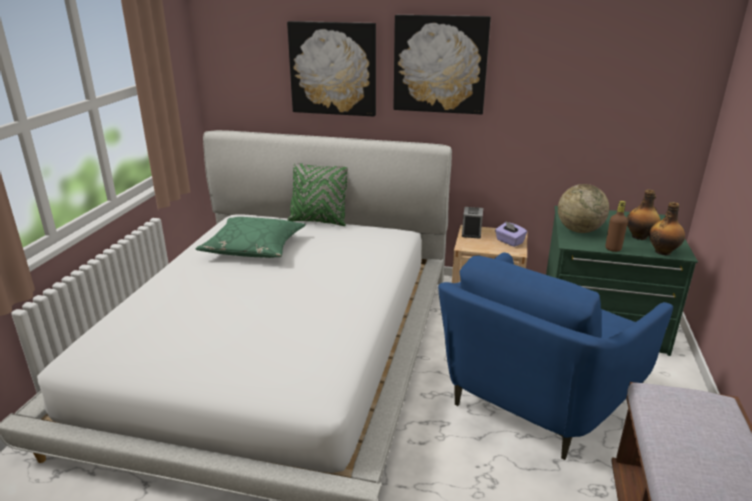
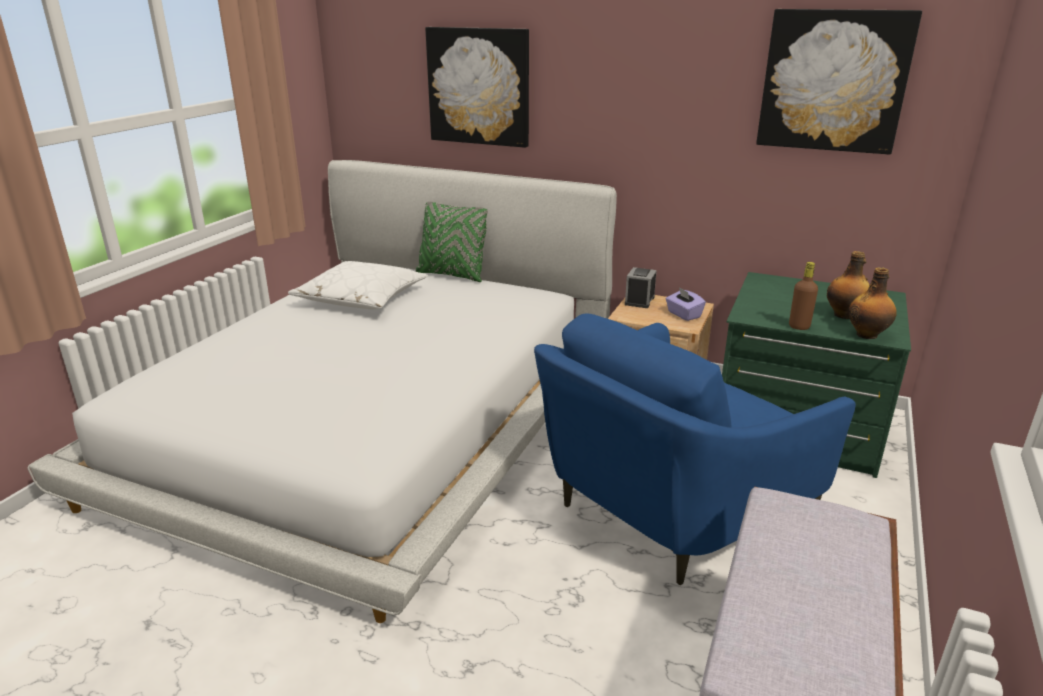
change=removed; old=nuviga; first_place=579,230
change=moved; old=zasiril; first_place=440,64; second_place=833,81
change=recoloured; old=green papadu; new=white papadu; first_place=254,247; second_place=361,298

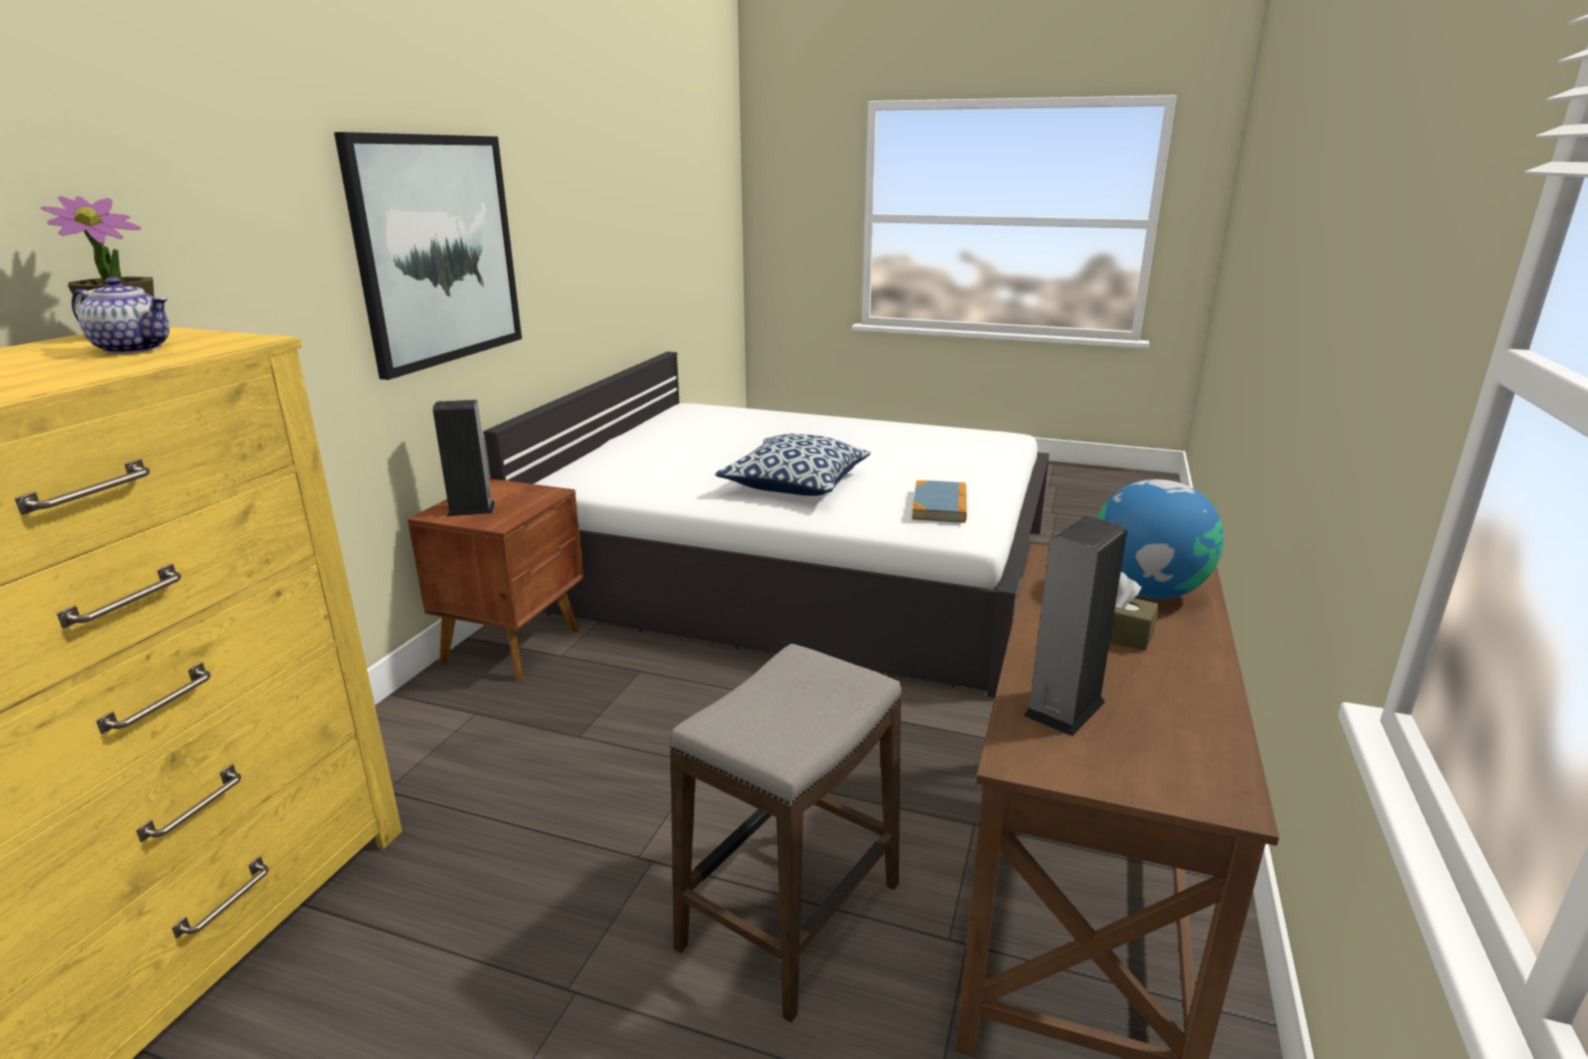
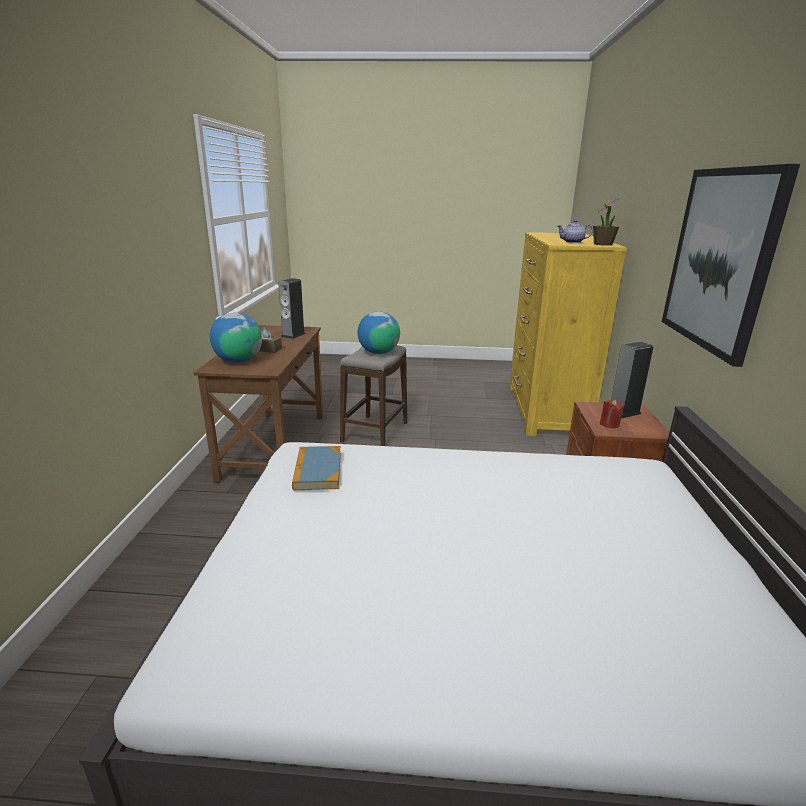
change=removed; old=papadu; first_place=795,484
change=added; new=nuviga; second_place=378,352
change=added; new=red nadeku; second_place=609,424

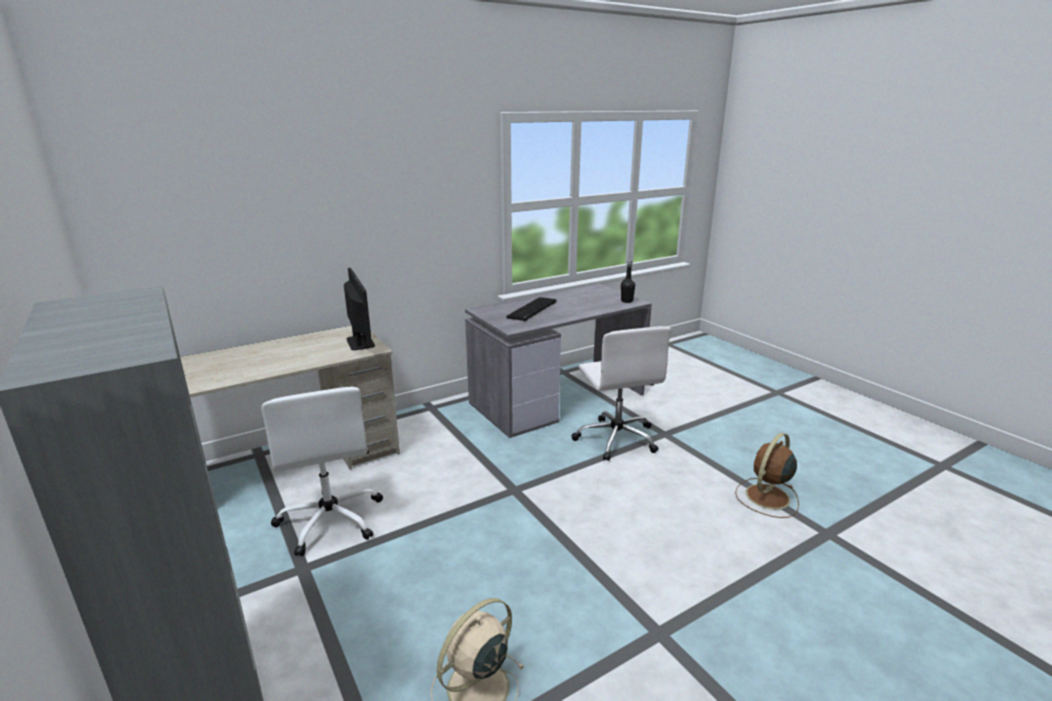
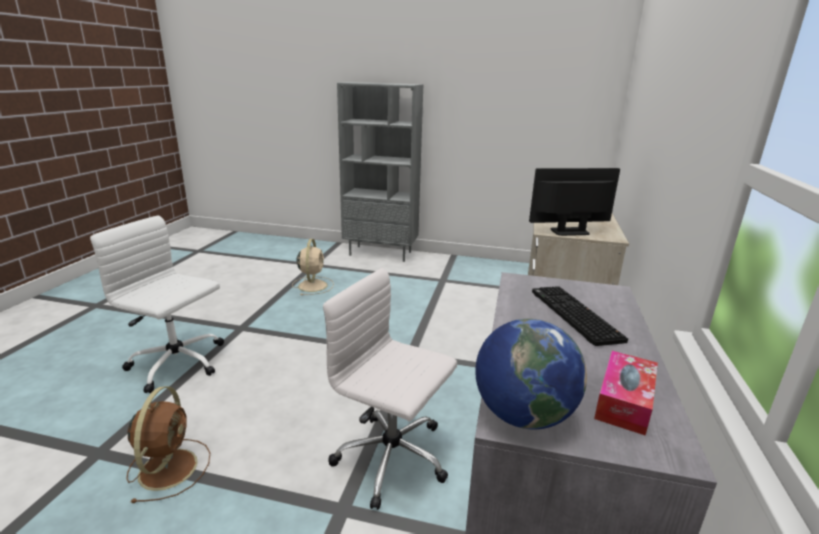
change=added; new=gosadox; second_place=624,401
change=moved; old=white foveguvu; first_place=331,520; second_place=178,364
change=replaced; old=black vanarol; new=nuviga; first_place=626,301; second_place=523,415
change=turned; old=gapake; first_place=360,342; second_place=569,231; degrees=150

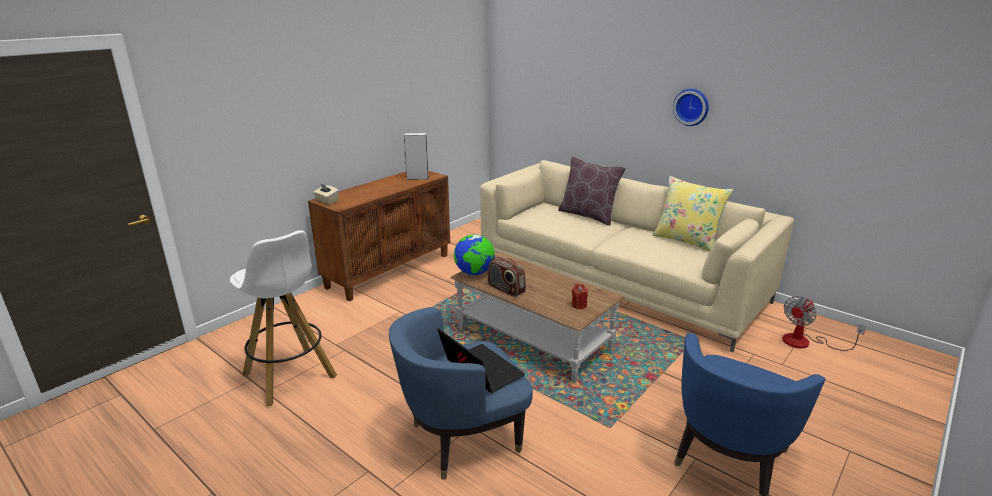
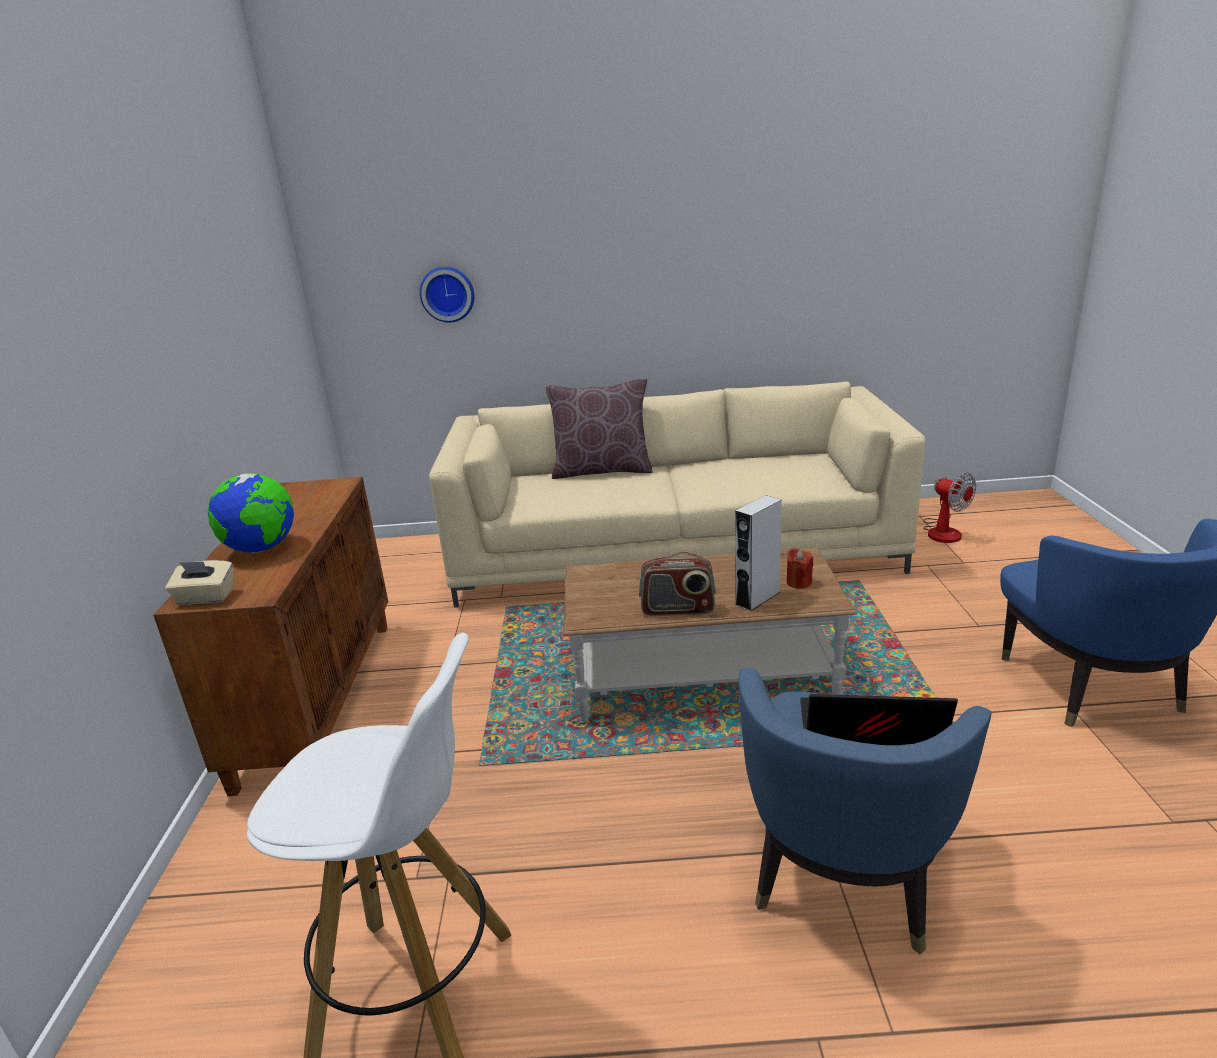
change=removed; old=yellow papadu; first_place=686,240
change=moved; old=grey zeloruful; first_place=417,178; second_place=757,598
change=moved; old=nuviga; first_place=474,273; second_place=261,549
change=moved; old=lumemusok; first_place=691,107; second_place=447,294
change=turned; old=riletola; first_place=805,342; second_place=943,530; degrees=-45

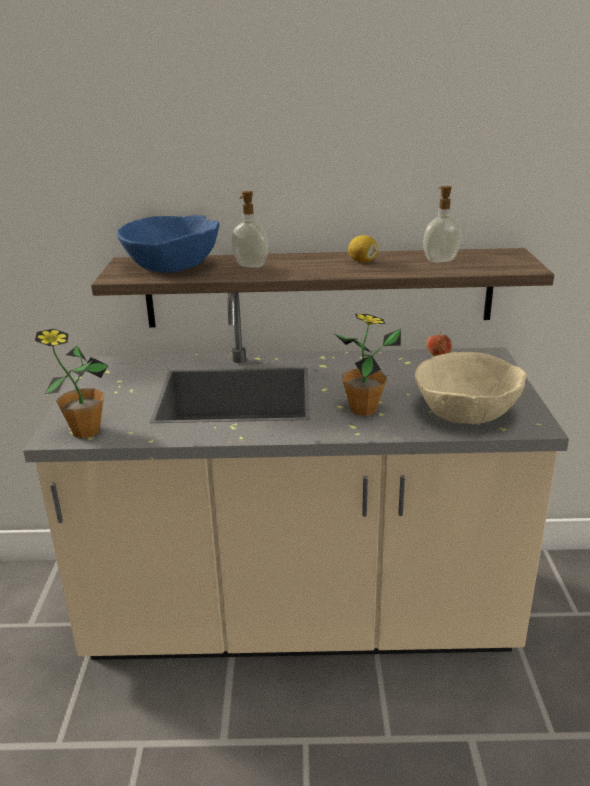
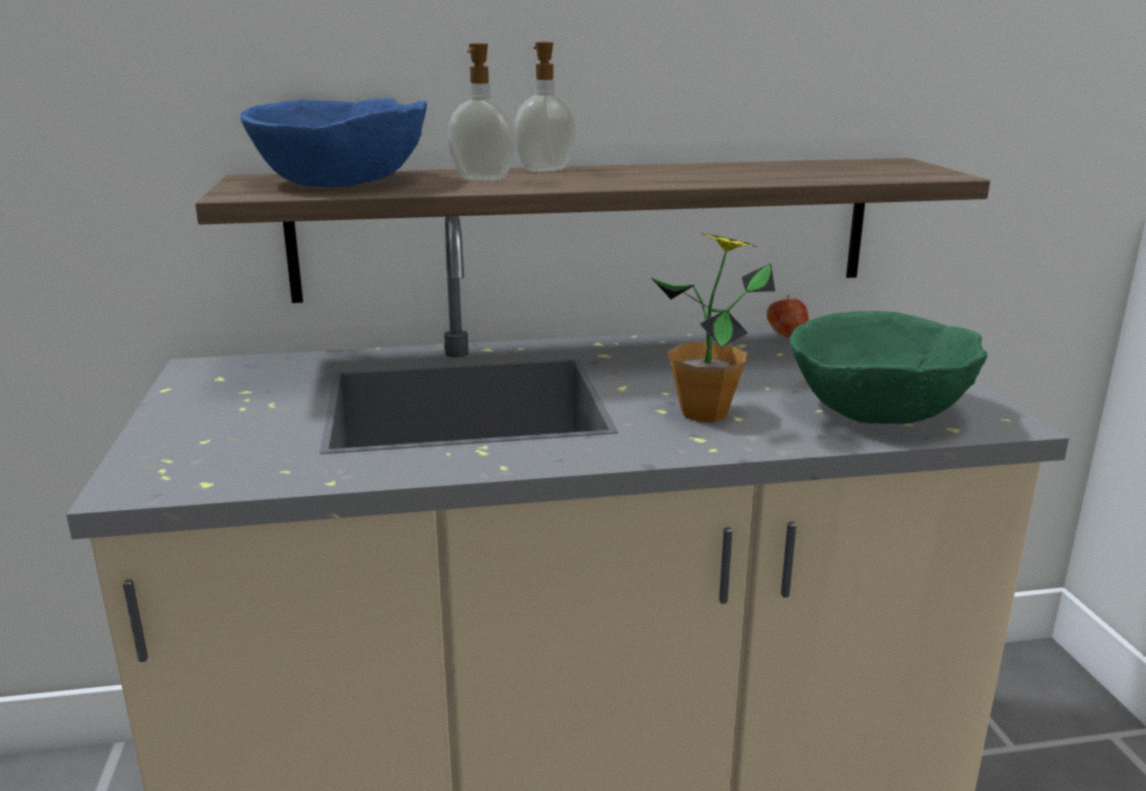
change=removed; old=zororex; first_place=86,431
change=removed; old=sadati; first_place=362,261
change=moved; old=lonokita; first_place=440,260; second_place=544,169
change=recoloured; old=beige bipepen; new=green bipepen; first_place=465,412; second_place=877,409

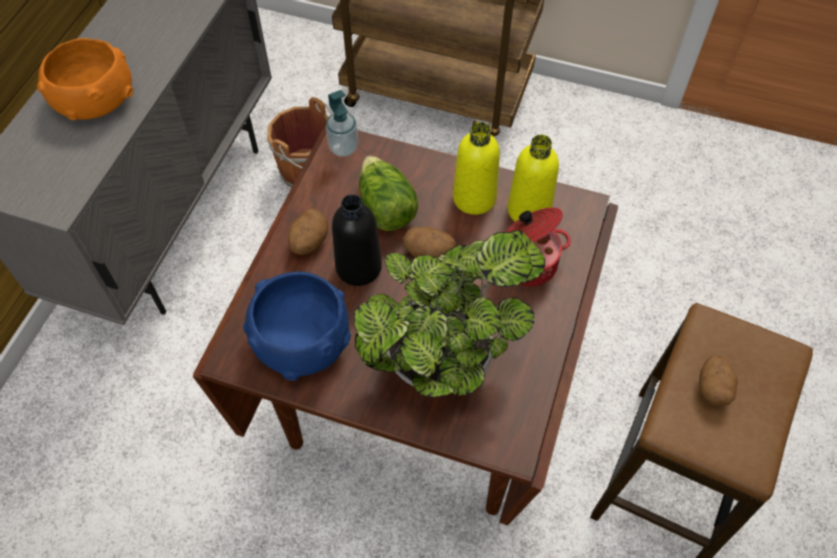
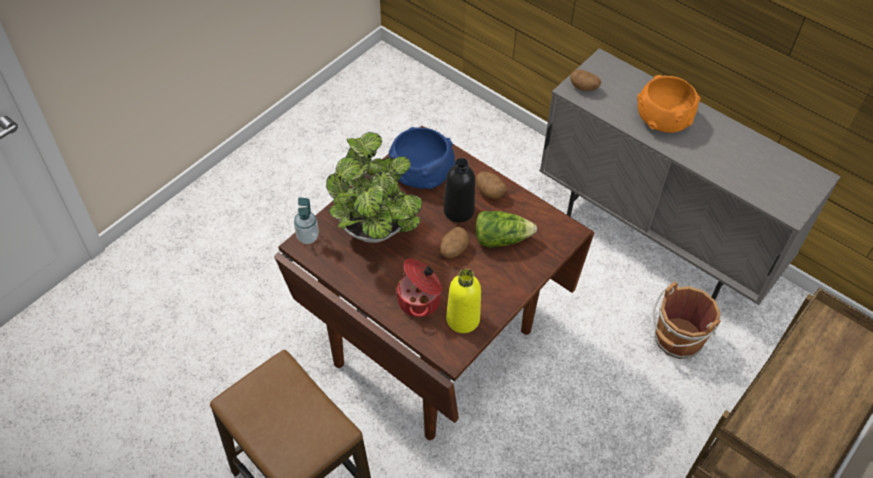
change=removed; old=yellow vanarol; first_place=474,198
change=moved; old=lonokita; first_place=343,148; second_place=307,237
change=moved; old=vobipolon; first_place=713,388; second_place=584,87

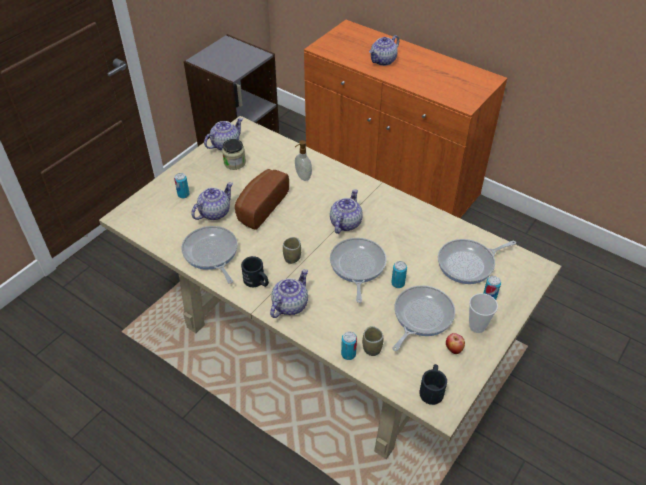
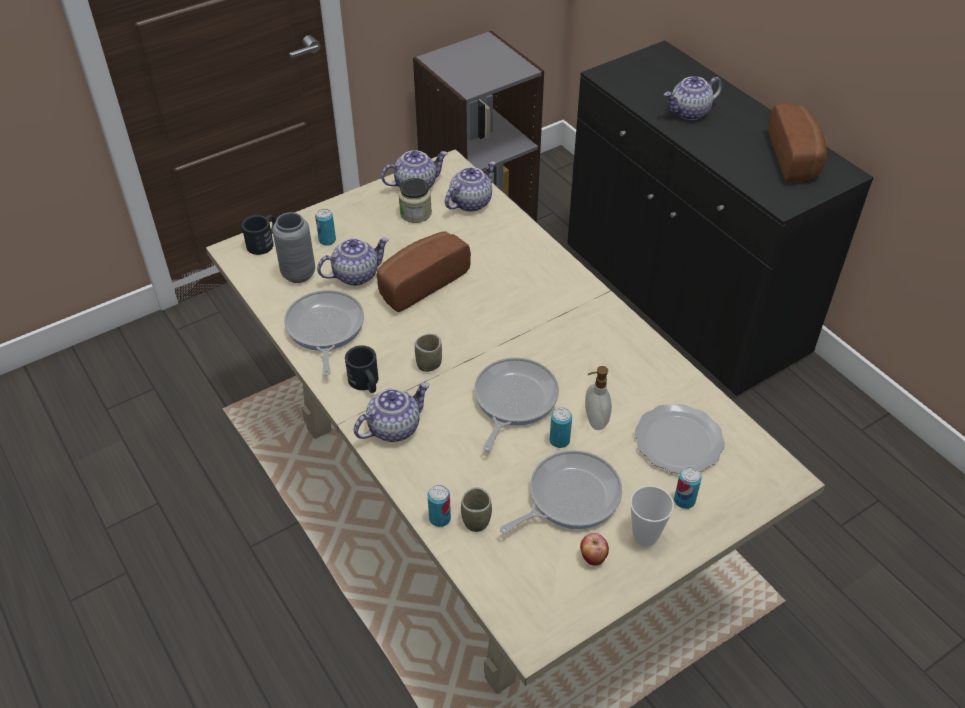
change=added; new=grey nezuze; second_place=298,274
change=added; new=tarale; second_place=796,157
change=moved; old=lonokita; first_place=302,177; second_place=594,420
change=moved; old=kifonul; first_place=345,223; second_place=470,202
change=moved; old=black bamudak; first_place=432,389; second_place=264,242
change=replaced; old=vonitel; new=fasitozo; first_place=469,264; second_place=679,442
change=recoloured; old=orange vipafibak; new=black vipafibak; first_place=391,181; second_place=683,298

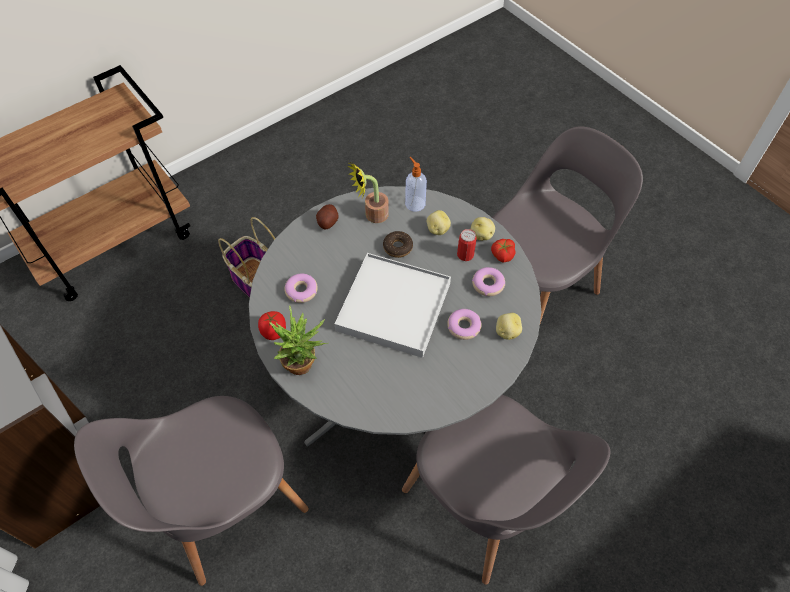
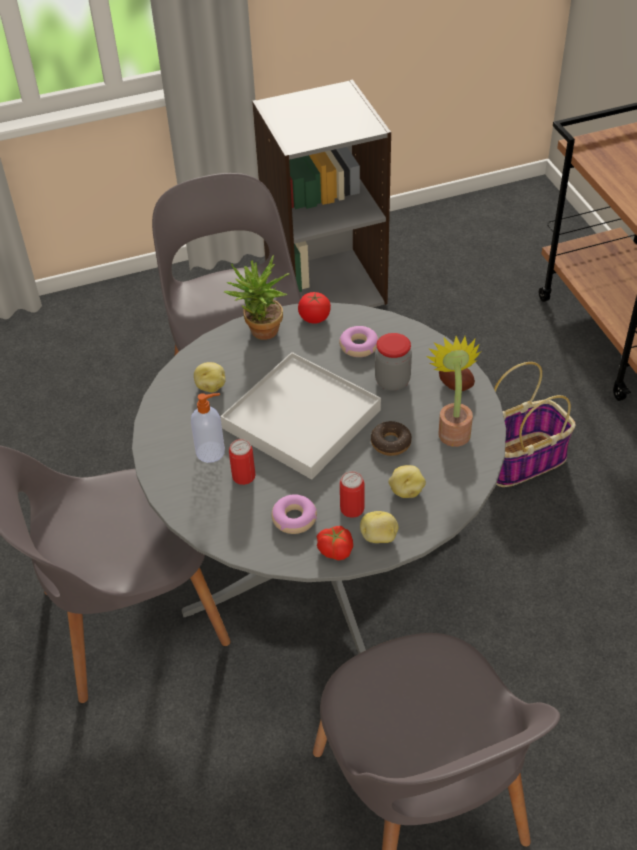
change=added; new=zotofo; second_place=392,381
change=moved; old=lonokita; first_place=414,203; second_place=211,452
change=moved; old=vobipolon; first_place=507,332; second_place=211,386
change=replaced; old=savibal; new=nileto; first_place=464,327; second_place=243,476

